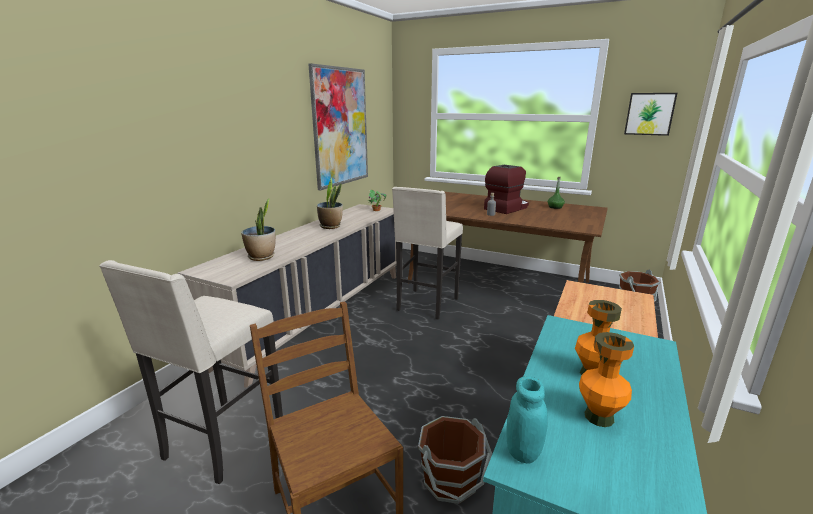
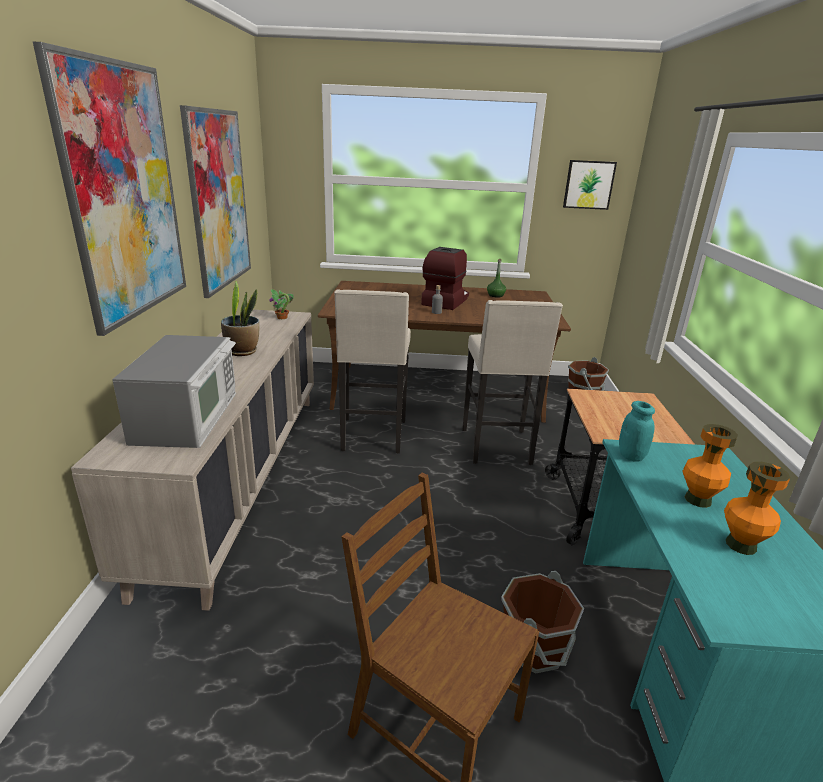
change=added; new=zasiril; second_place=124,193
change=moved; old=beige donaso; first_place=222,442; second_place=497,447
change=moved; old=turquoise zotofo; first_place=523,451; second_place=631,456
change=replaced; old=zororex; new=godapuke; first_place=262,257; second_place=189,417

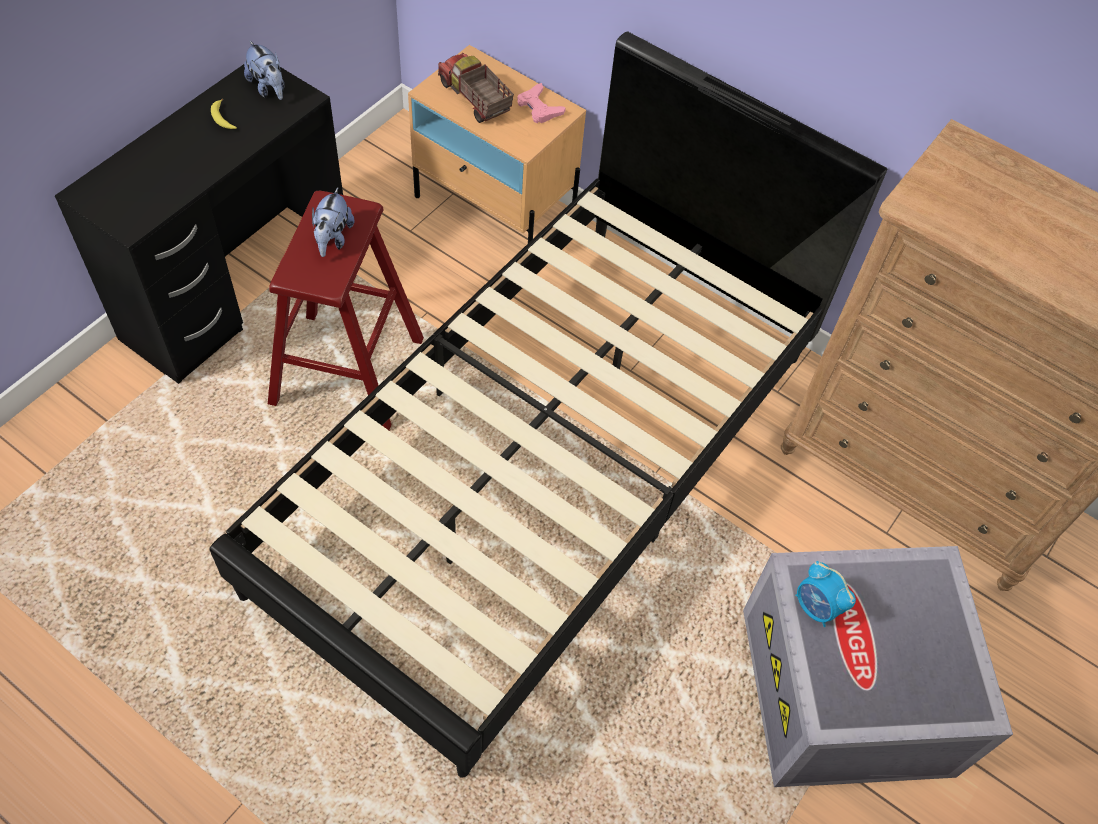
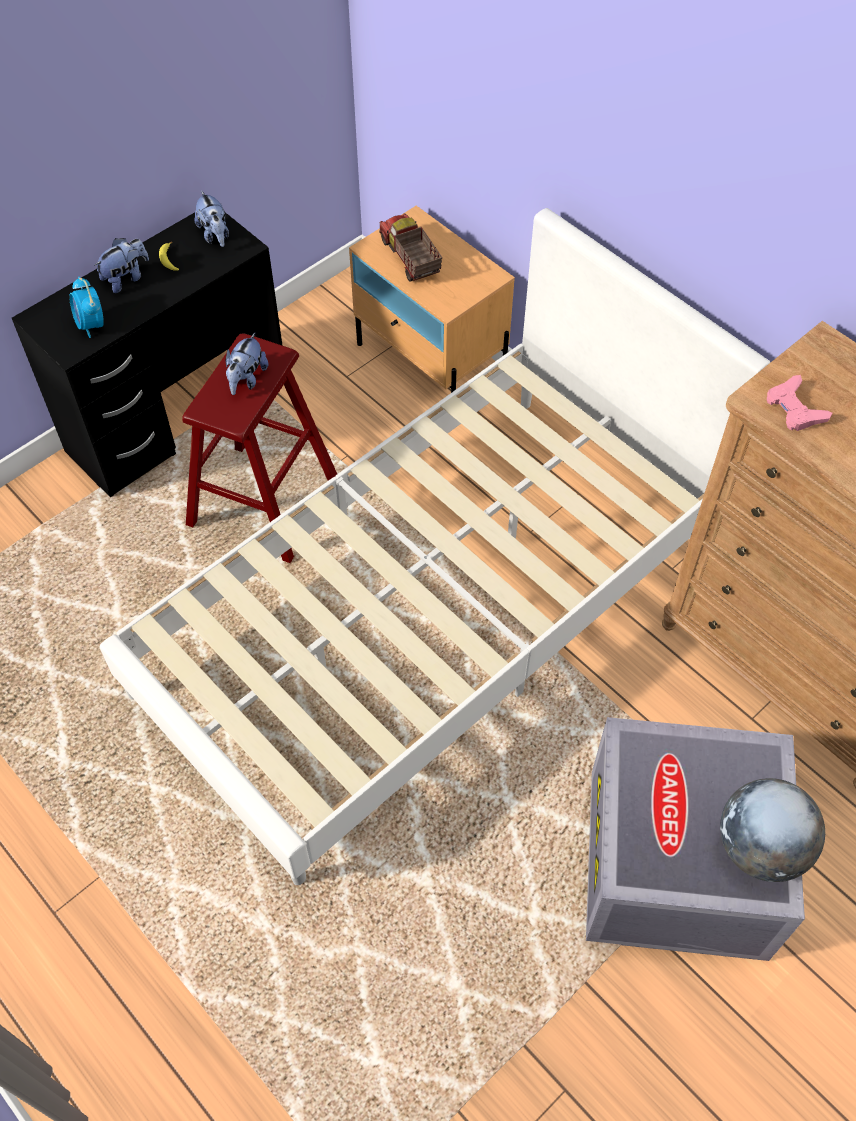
change=added; new=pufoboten; second_place=126,278
change=added; new=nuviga; second_place=760,847
change=moved; old=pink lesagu; first_place=539,108; second_place=794,408
change=moved; old=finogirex; first_place=816,607; second_place=91,325
change=recoloured; old=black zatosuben; new=white zatosuben; first_place=544,466; second_place=428,612

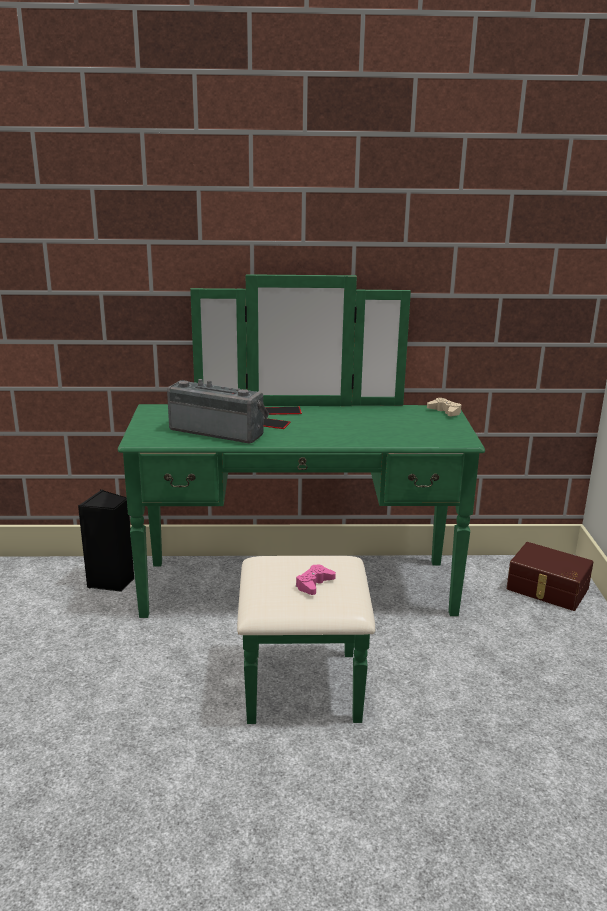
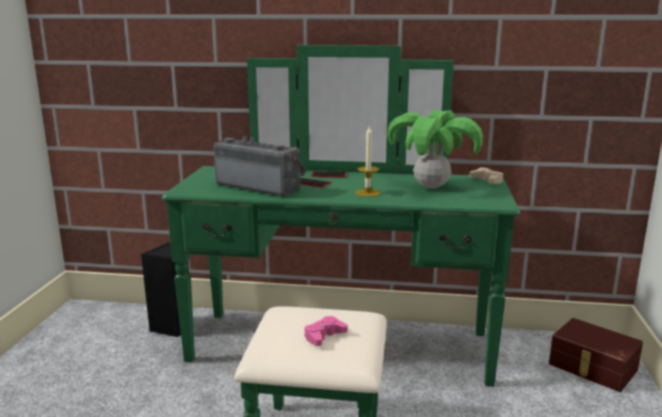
change=added; new=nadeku; second_place=367,193
change=added; new=zororex; second_place=431,186

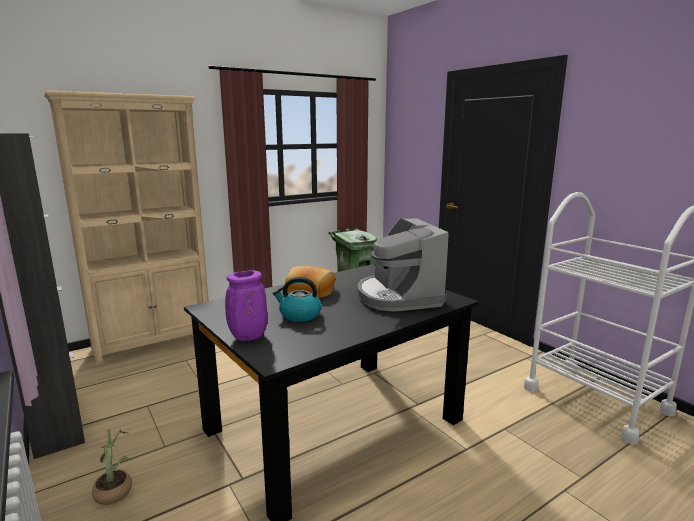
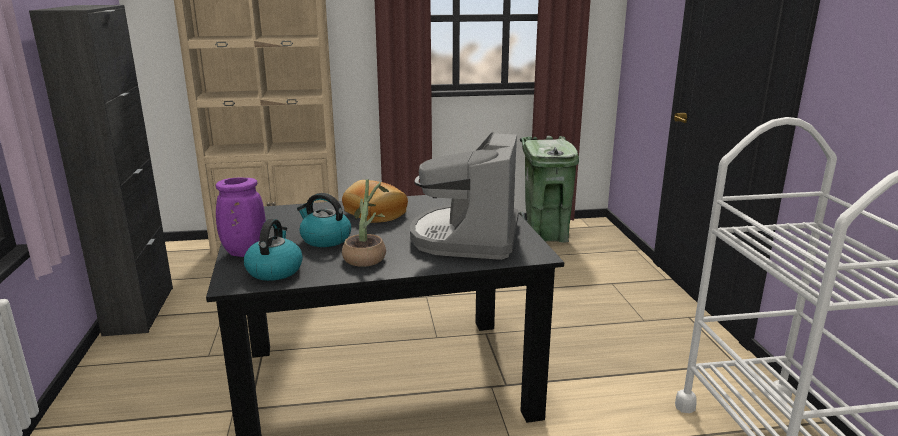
change=added; new=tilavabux; second_place=274,270
change=moved; old=zororex; first_place=115,489; second_place=367,256

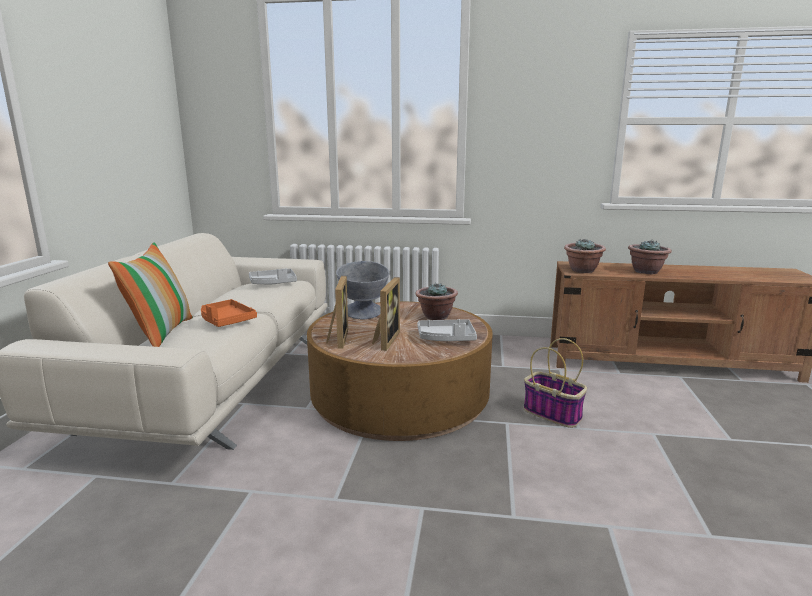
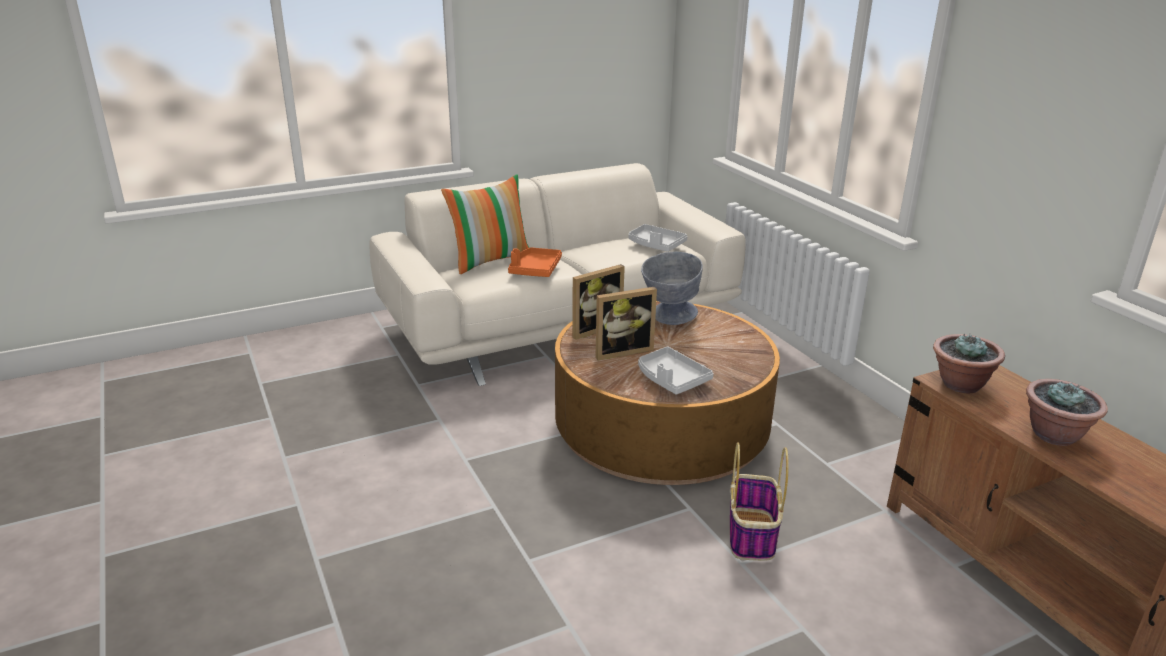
change=removed; old=zororex; first_place=436,316

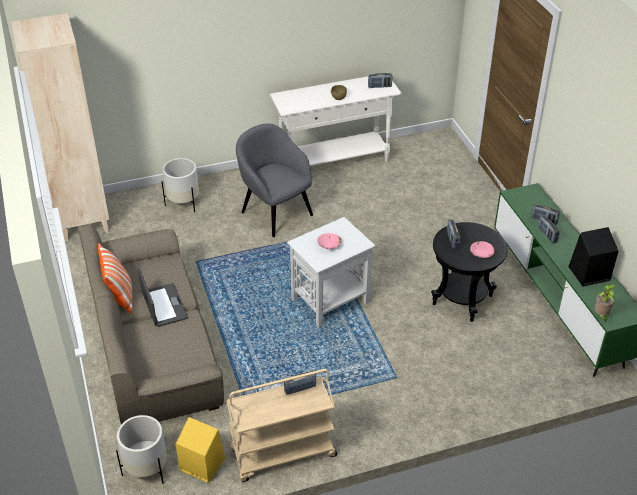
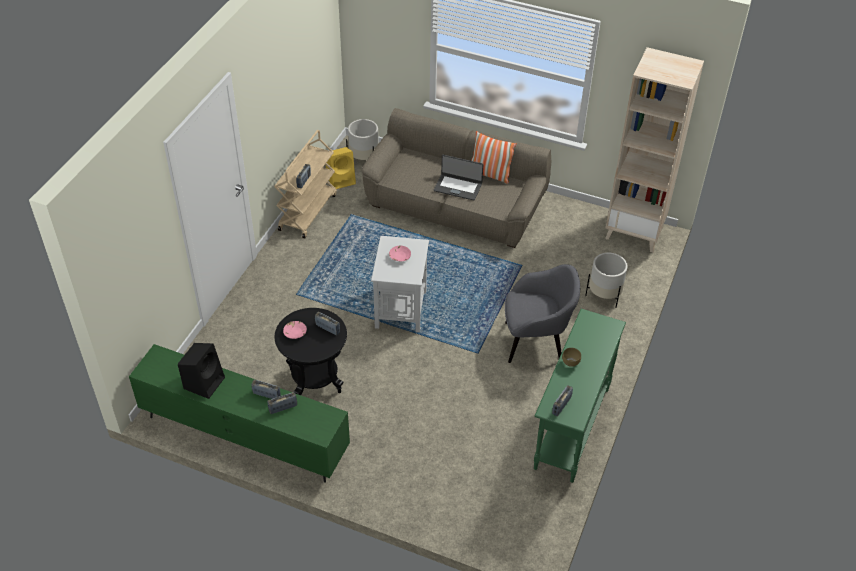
change=removed; old=zororex; first_place=601,315
change=recoloured; old=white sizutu; new=green sizutu; first_place=335,162; second_place=571,428

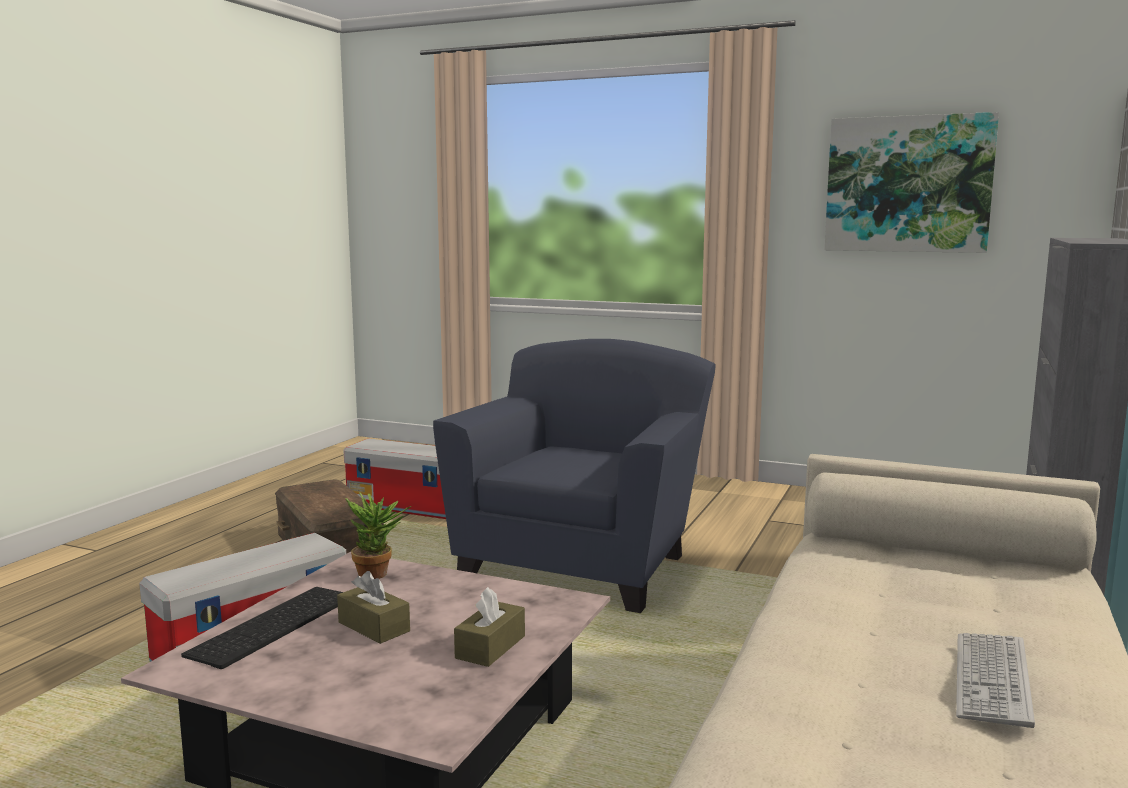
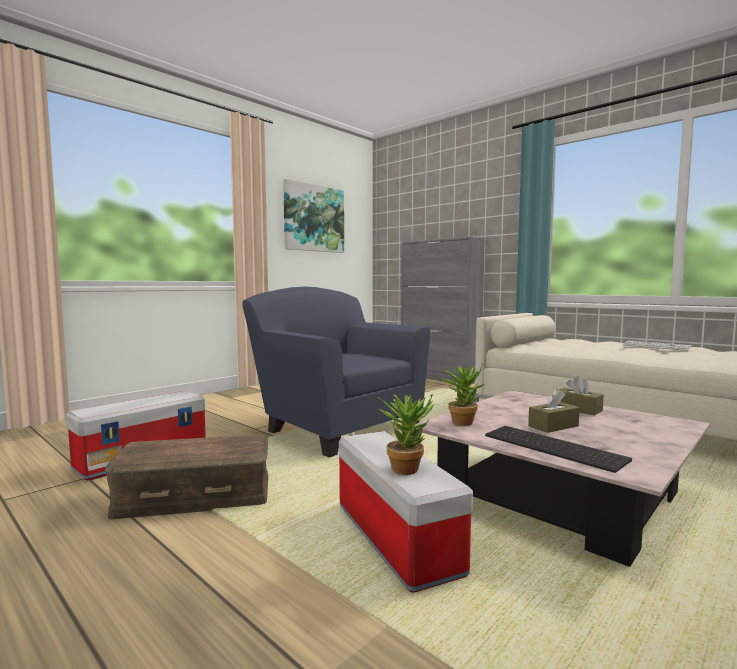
change=added; new=zororex; second_place=407,467

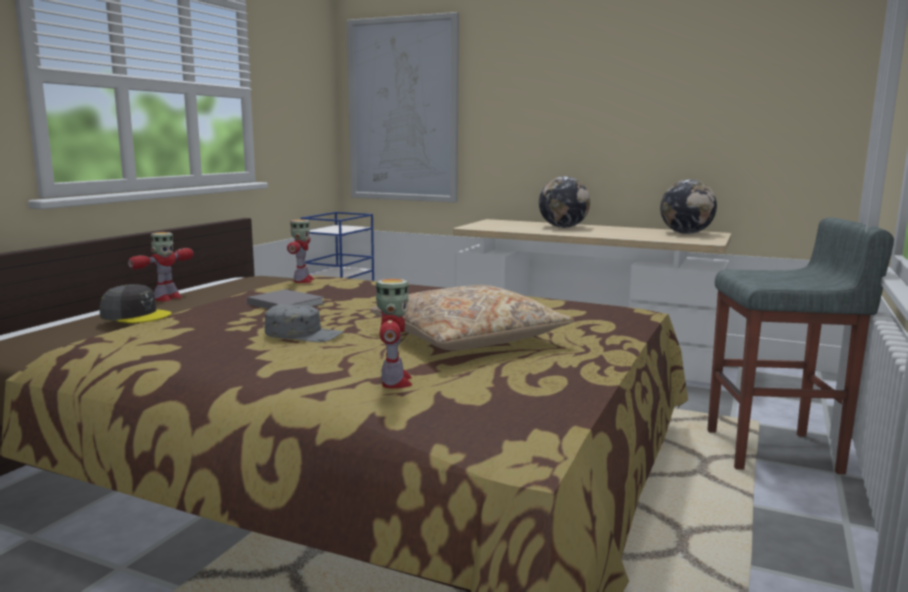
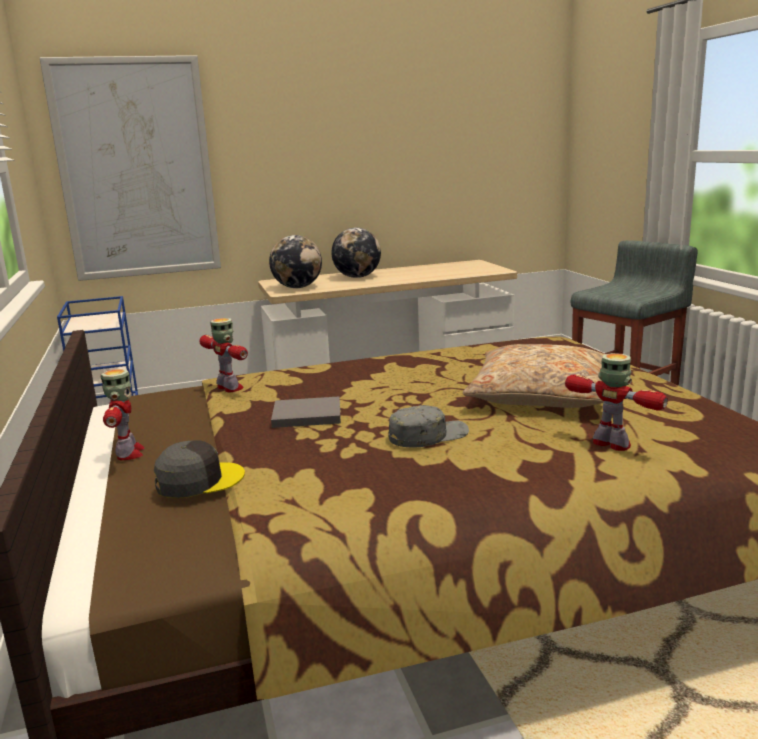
change=moved; old=nuviga; first_place=686,233; second_place=297,287

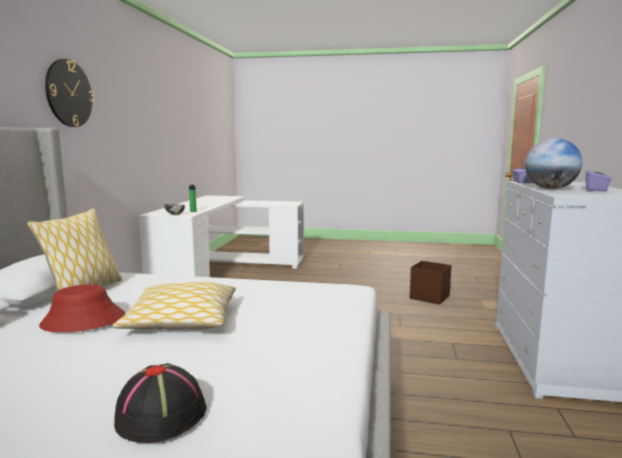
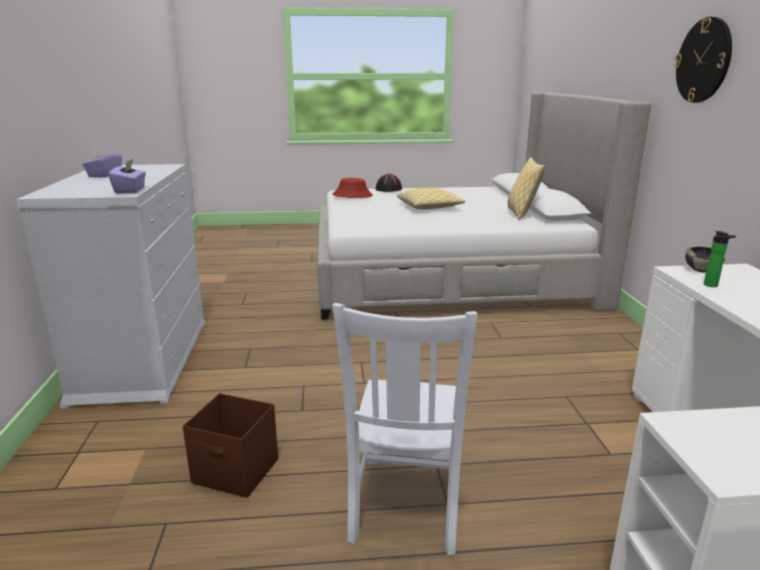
change=removed; old=nuviga; first_place=550,189
change=added; new=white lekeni; second_place=406,506
change=moved; old=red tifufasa; first_place=83,321; second_place=352,195

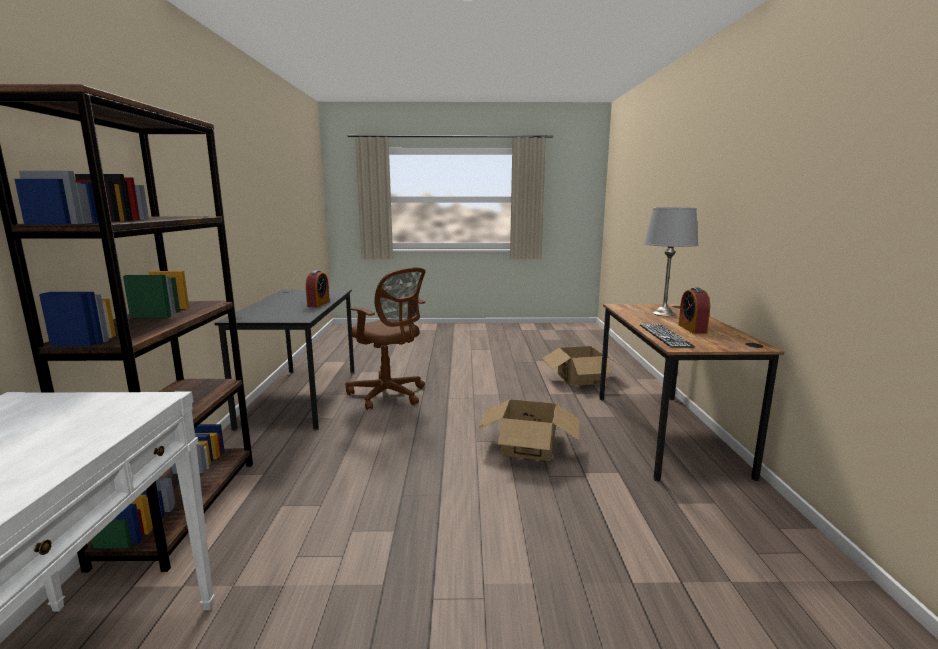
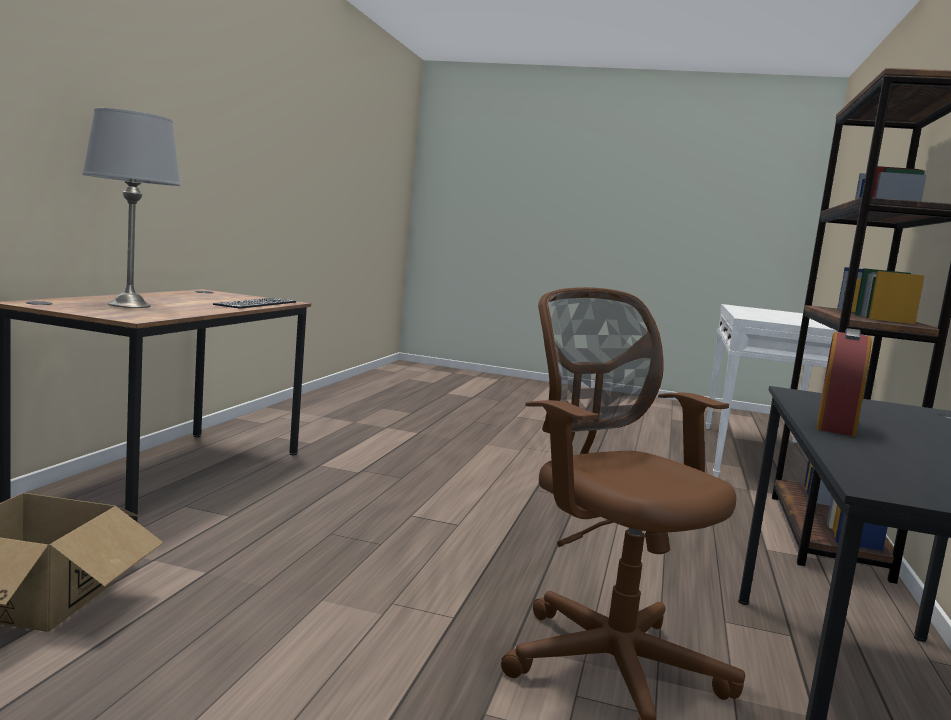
change=removed; old=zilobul; first_place=528,446
change=removed; old=finogirex; first_place=692,329

